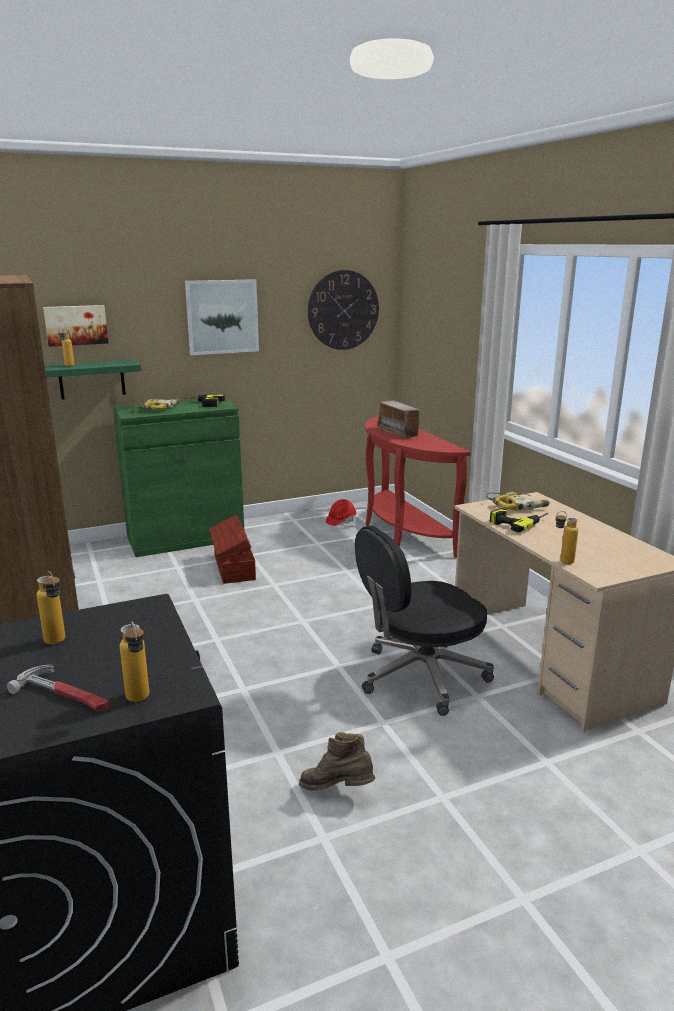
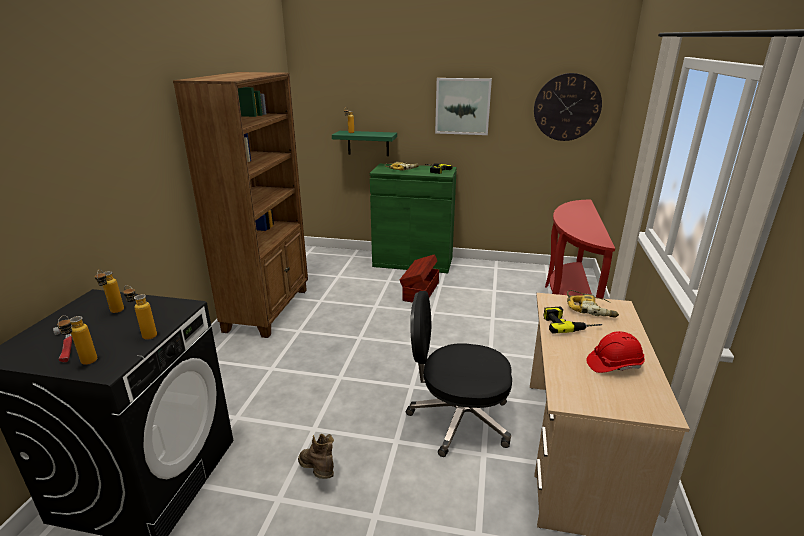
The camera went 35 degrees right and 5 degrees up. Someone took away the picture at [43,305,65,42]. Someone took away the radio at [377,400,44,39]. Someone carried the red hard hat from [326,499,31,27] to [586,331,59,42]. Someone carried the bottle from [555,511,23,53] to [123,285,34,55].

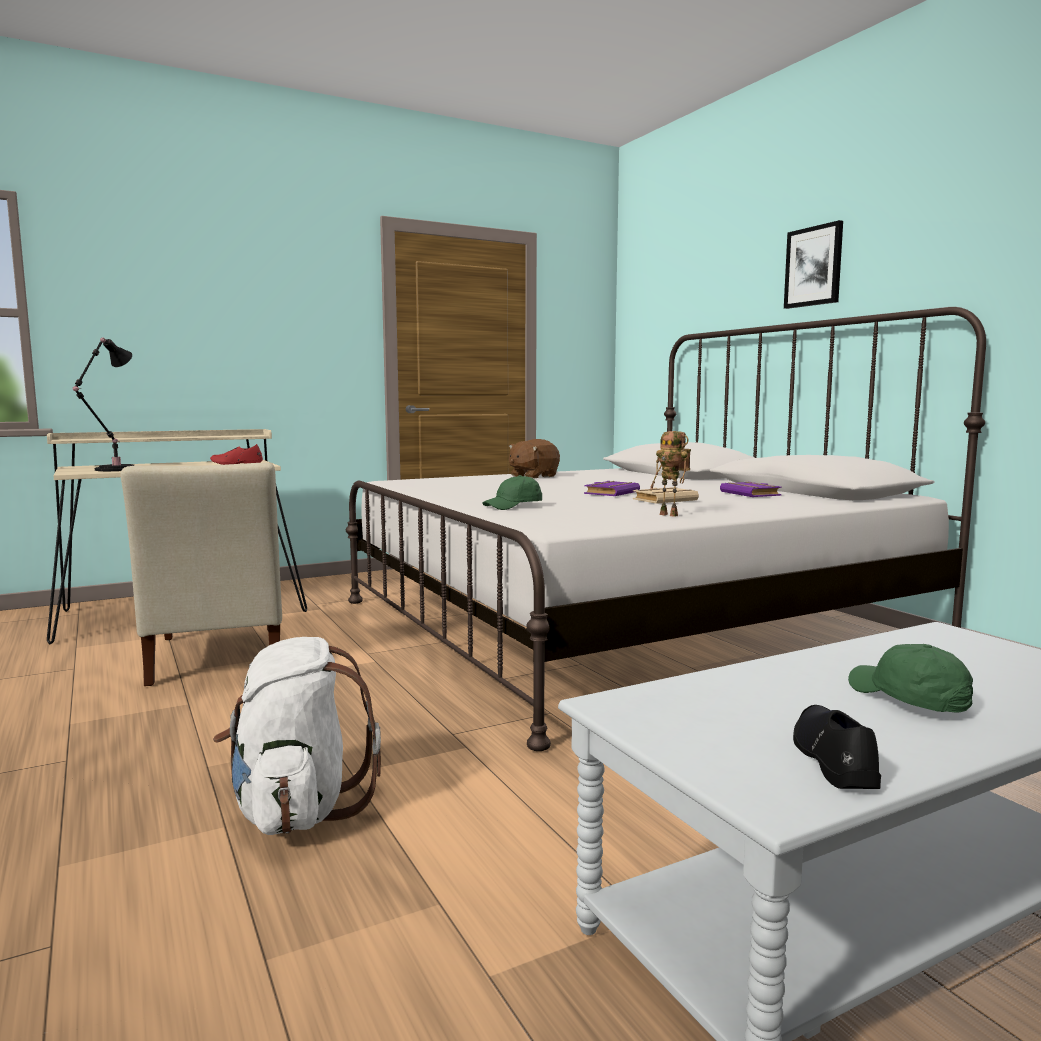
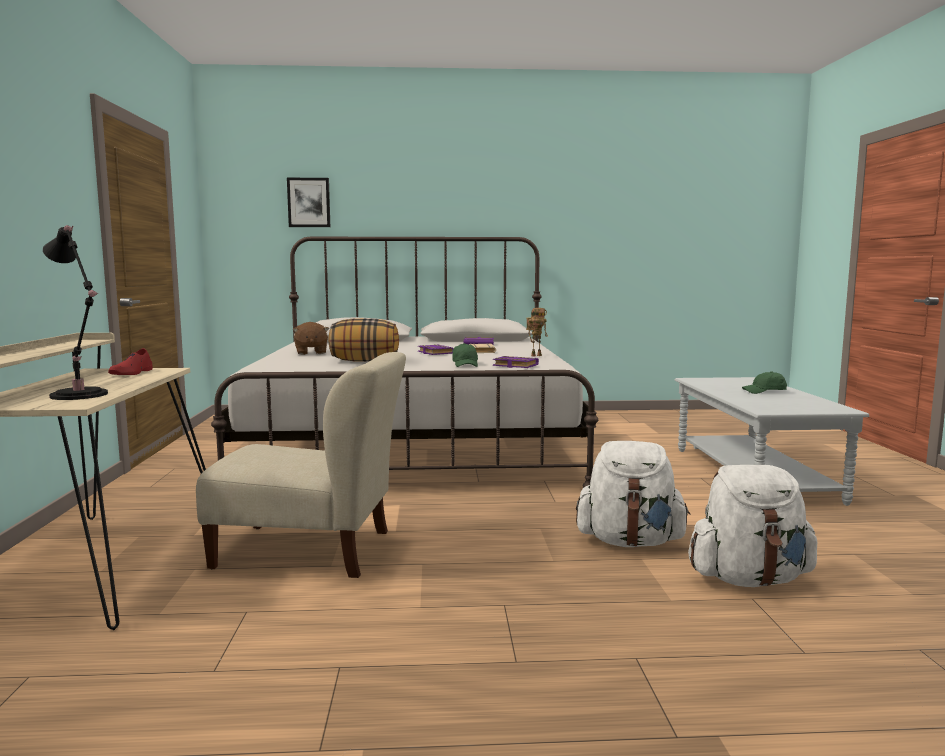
The camera went 65 degrees left and 0 degrees up. Someone took away the black shoe at [793,705,88,84]. Someone put down the pillow at [328,318,71,44]. Someone put down the purple book at [493,356,46,12]. Someone put down the white backpack at [688,465,129,122]. Someone carried the picture from [784,220,59,89] to [287,178,43,49].

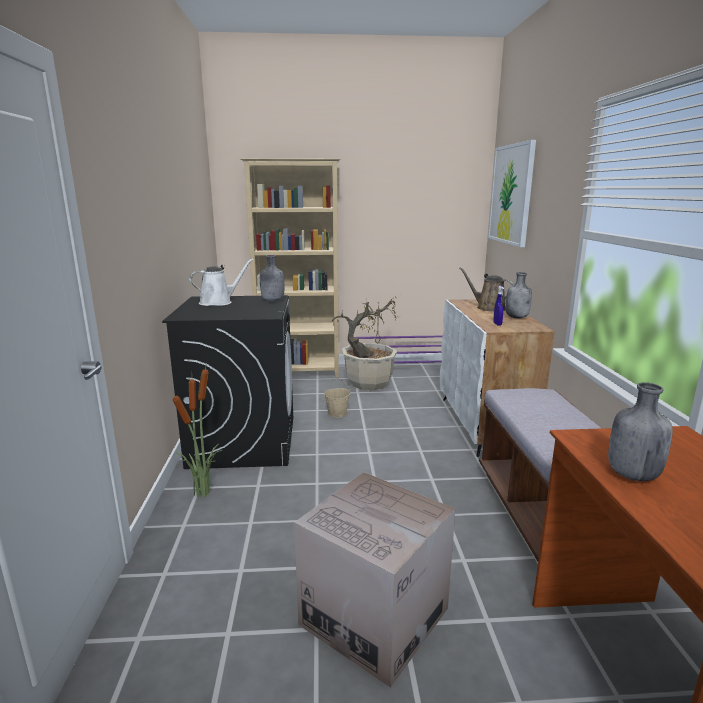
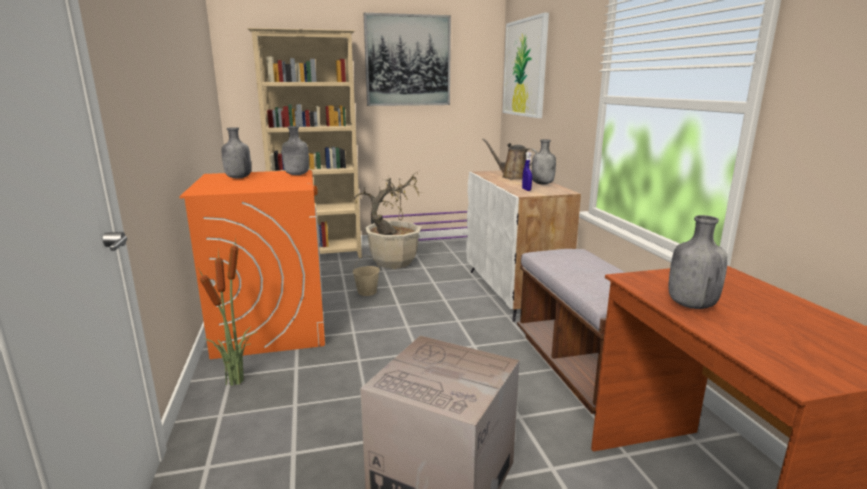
The camera went 10 degrees left and 0 degrees up. Someone put up the picture at [364,13,87,93]. Someone swapped the white watering can at [189,259,65,47] for the grey bottle at [222,127,29,51]. Someone repainted the black washing machine at [162,295,131,174], which became the orange washing machine at [179,170,146,189].

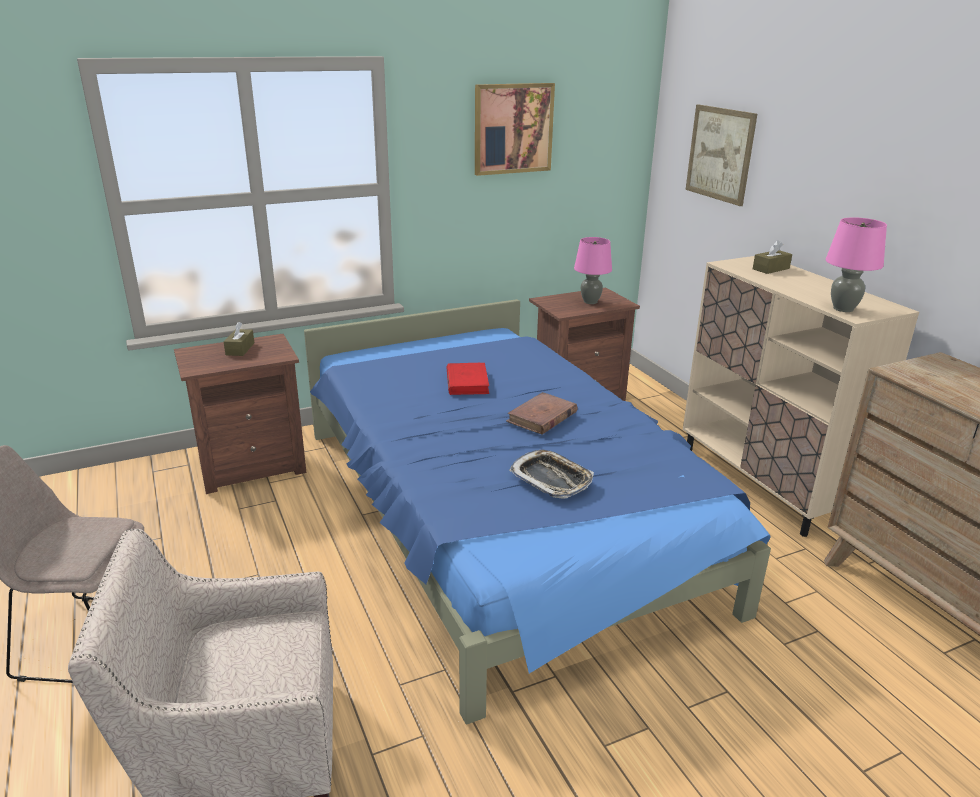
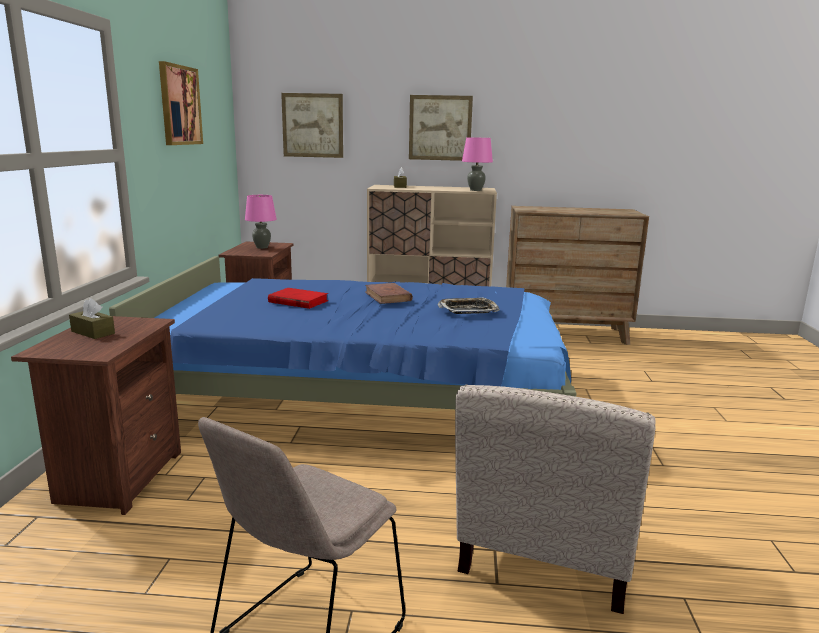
The camera went 60 degrees left and 10 degrees down. Someone put up the picture at [409,95,64,66].

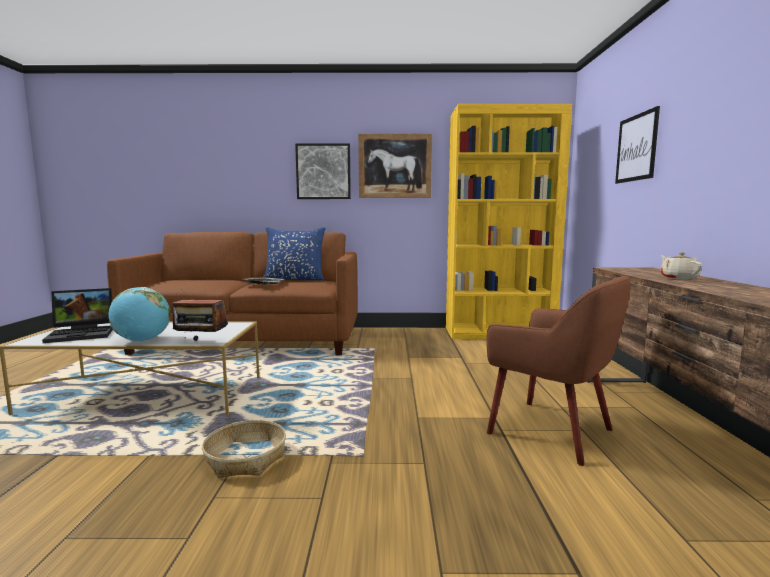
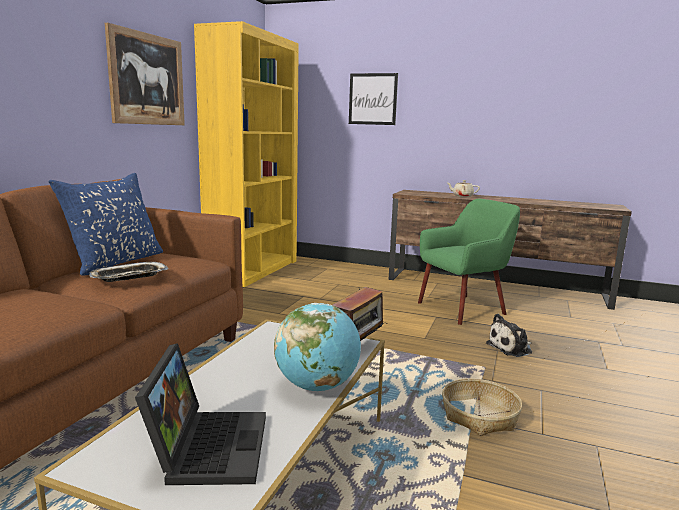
The camera went 70 degrees left and 5 degrees up. Someone took away the picture at [295,143,56,56]. Someone put down the plush toy at [486,314,46,43]. Someone repainted the brown armchair at [486,276,145,190], which became the green armchair at [418,199,102,126].

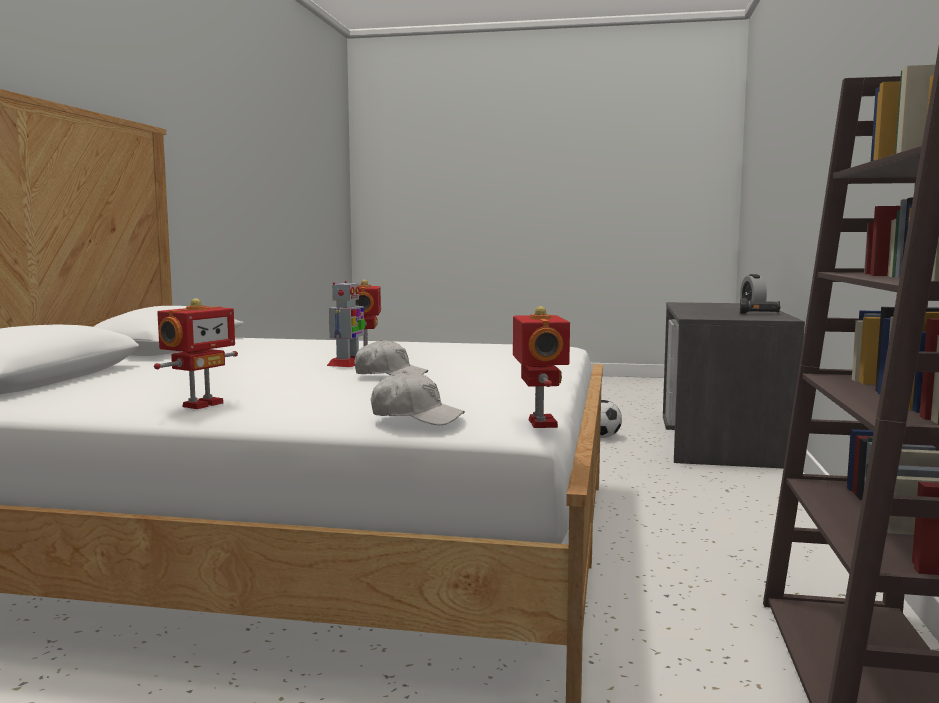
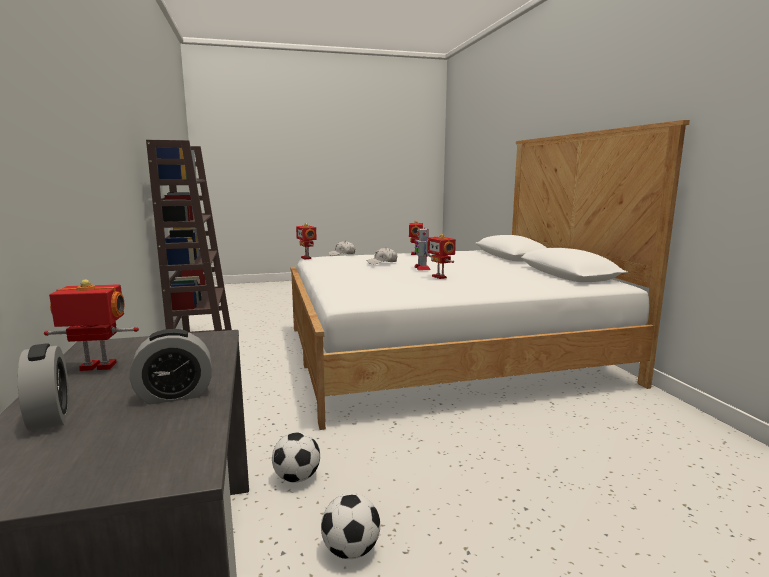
The camera went 155 degrees right and 5 degrees up. Someone put down the alarm clock at [130,329,82,75]. Someone put down the football at [272,432,48,51]. Someone swapped the black flashlight at [740,298,41,16] for the toy robot at [44,280,95,91].

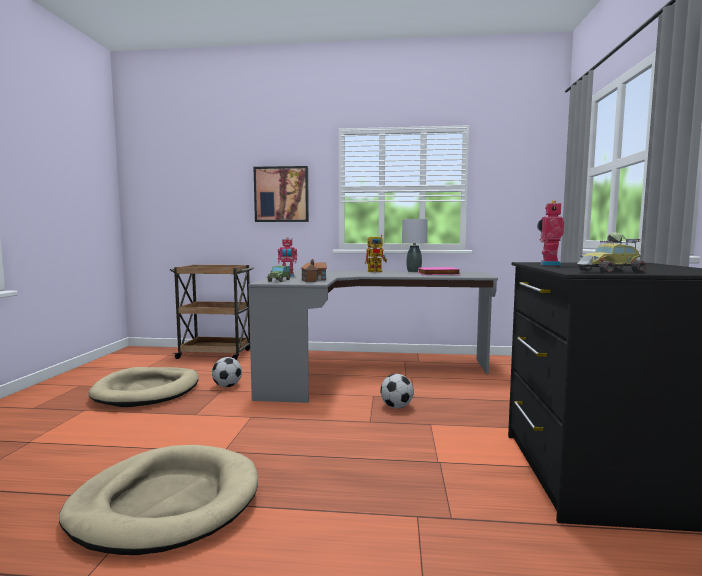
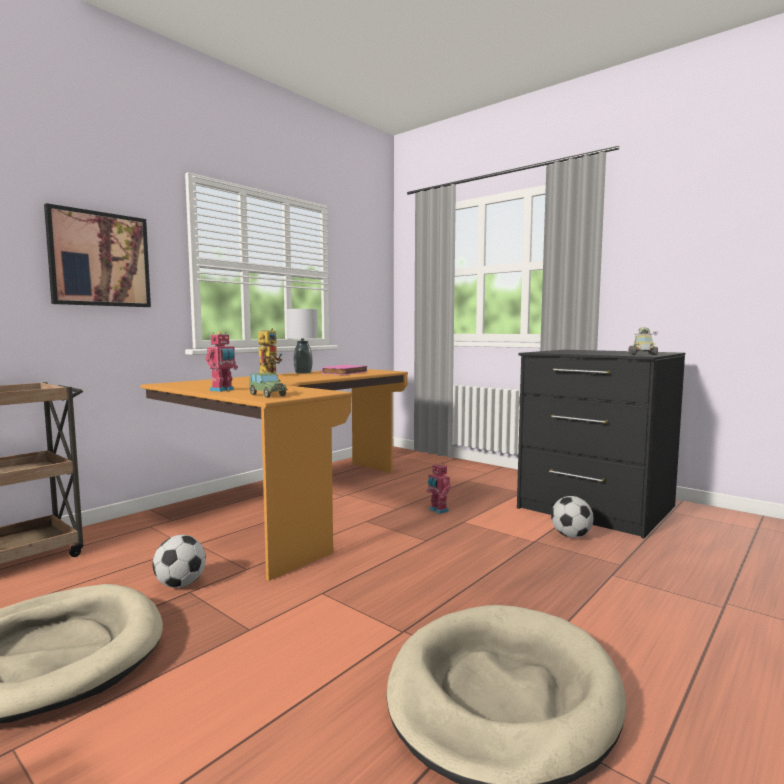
The camera went 55 degrees left and 0 degrees up. Someone took away the toy house at [301,259,26,23]. Someone carried the football from [381,374,33,35] to [551,496,43,42]. Someone carried the toy robot from [537,200,27,66] to [426,463,25,51]. Someone repainted the grey desk at [248,270,250,133], which became the orange desk at [140,369,268,212].

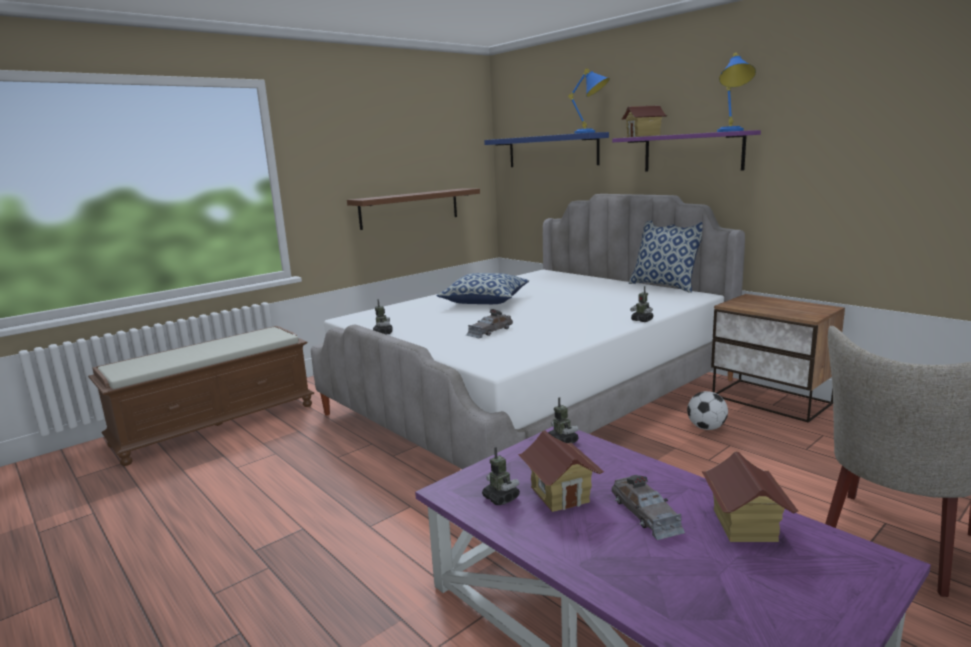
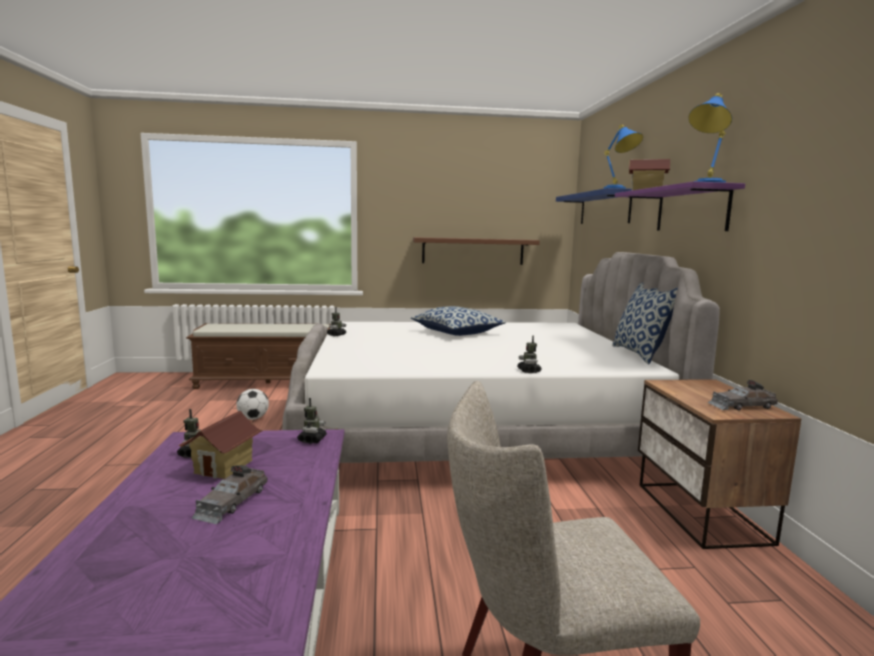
The camera went 35 degrees right and 5 degrees down. Someone took away the toy house at [701,451,97,91]. Someone carried the grey toy car from [466,309,47,29] to [708,380,70,30]. Someone carried the football from [687,391,41,39] to [236,389,33,31].

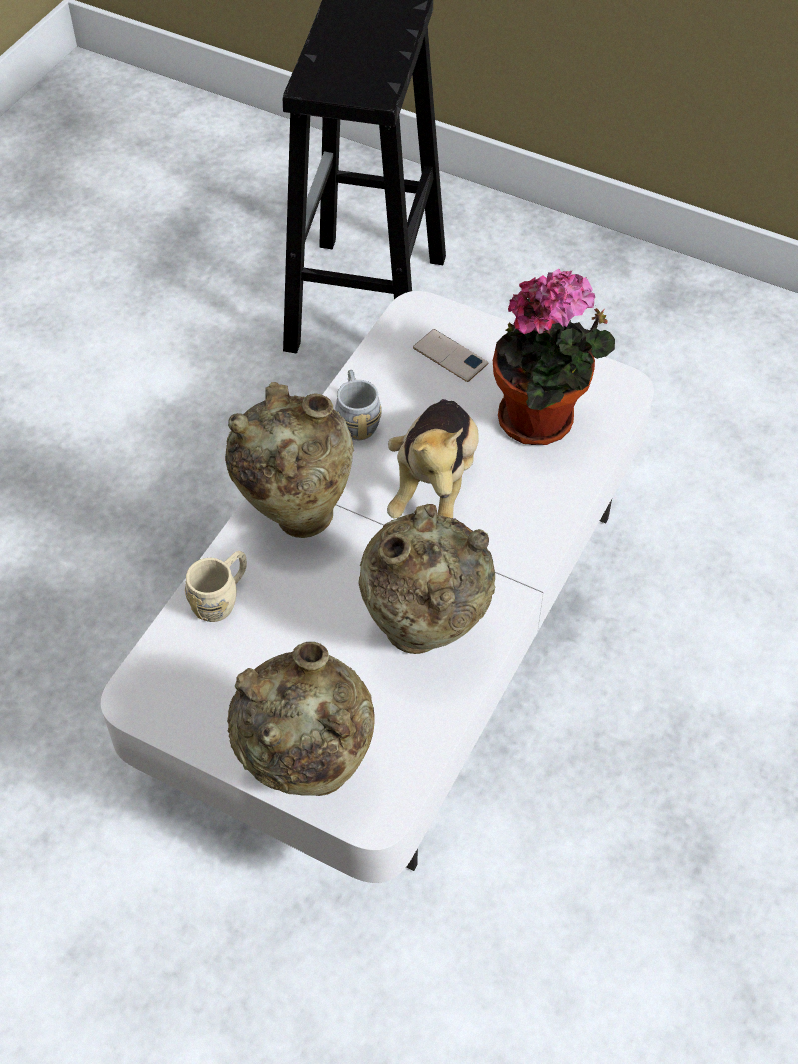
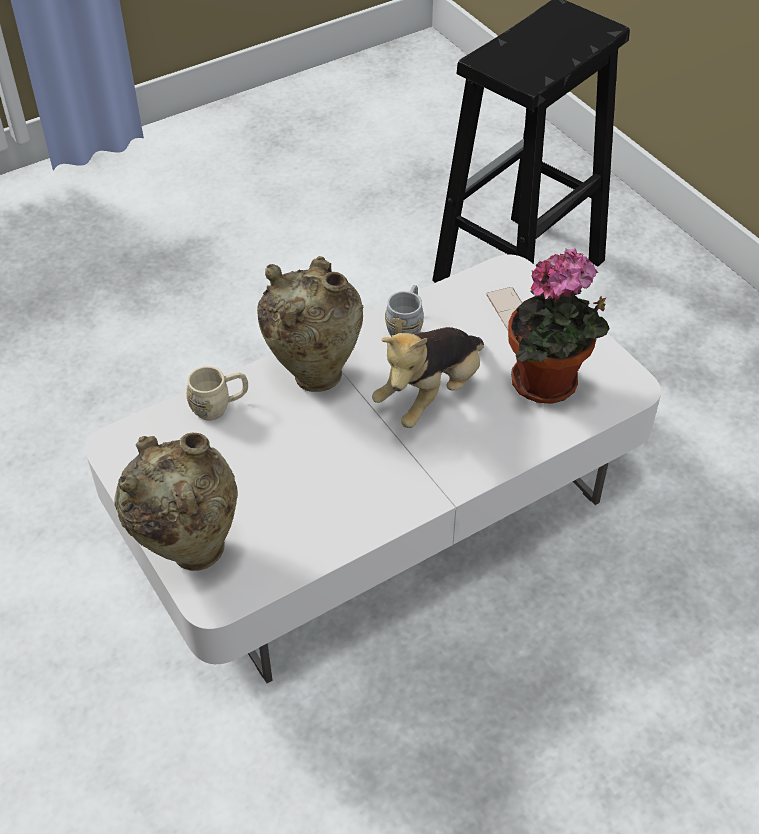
The camera went 30 degrees right and 5 degrees down. Someone took away the beige vase at [358,504,138,150].

